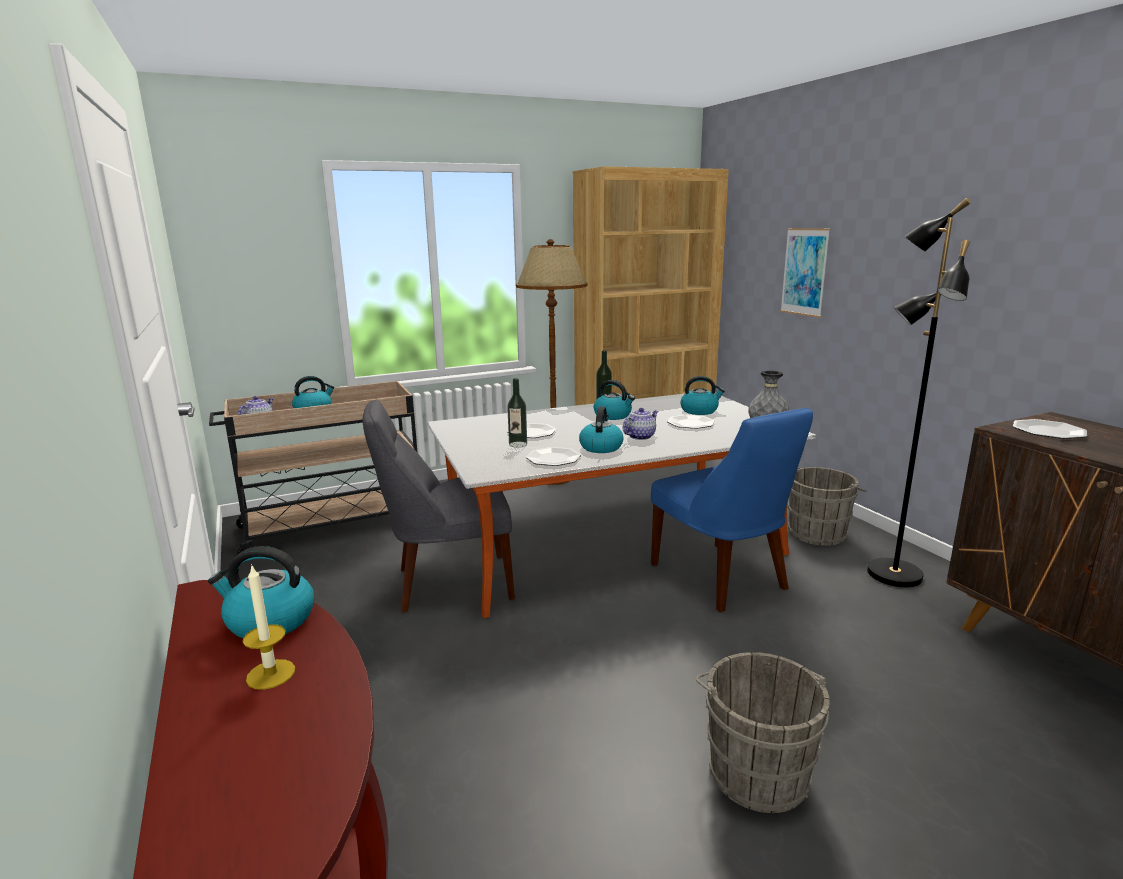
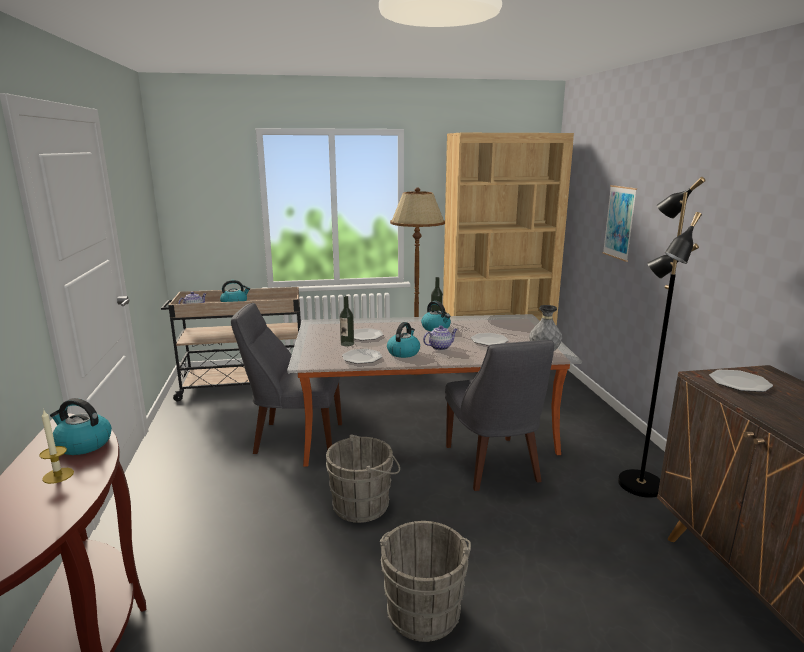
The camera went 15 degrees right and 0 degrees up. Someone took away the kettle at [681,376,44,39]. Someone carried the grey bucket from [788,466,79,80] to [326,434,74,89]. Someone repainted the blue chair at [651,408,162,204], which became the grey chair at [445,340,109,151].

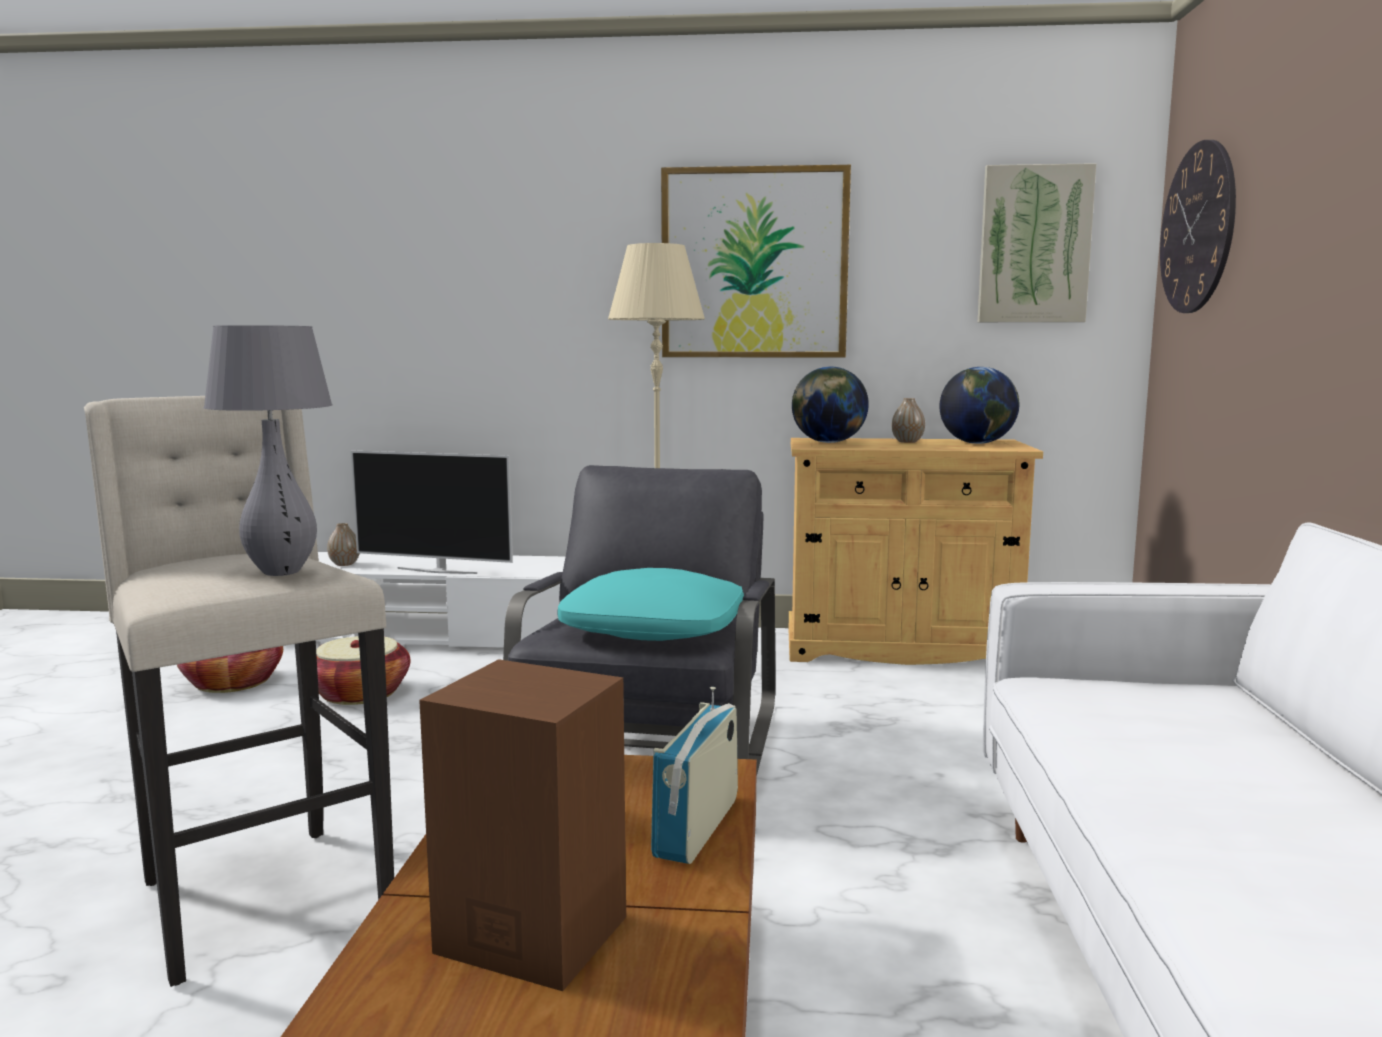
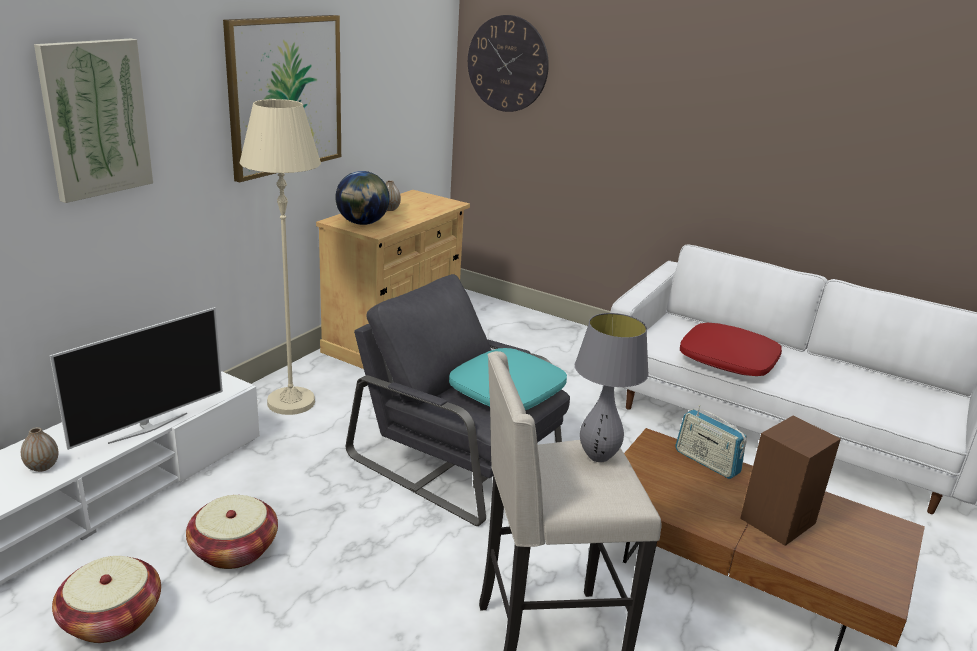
The camera went 65 degrees left and 15 degrees up. Someone took away the globe at [939,367,80,77]. Someone put down the red pillow at [680,323,102,53]. Someone carried the picture from [978,163,118,159] to [34,38,119,165].

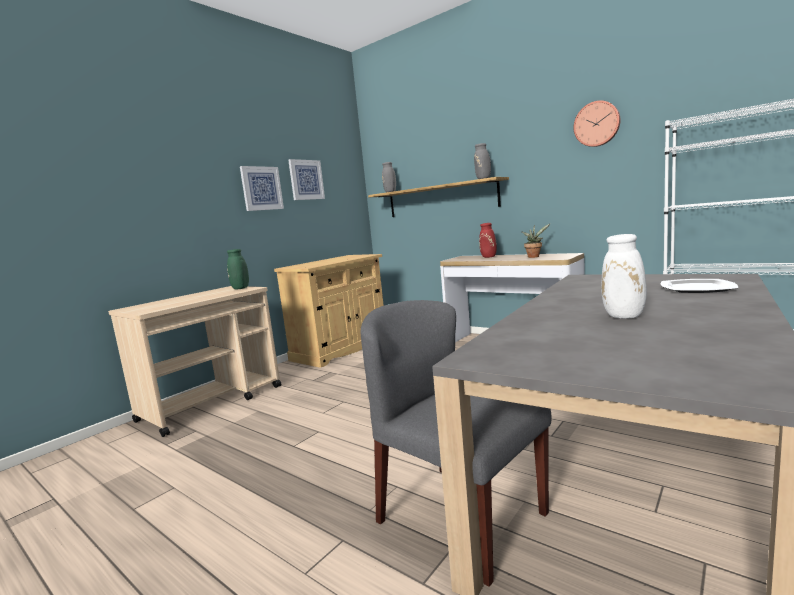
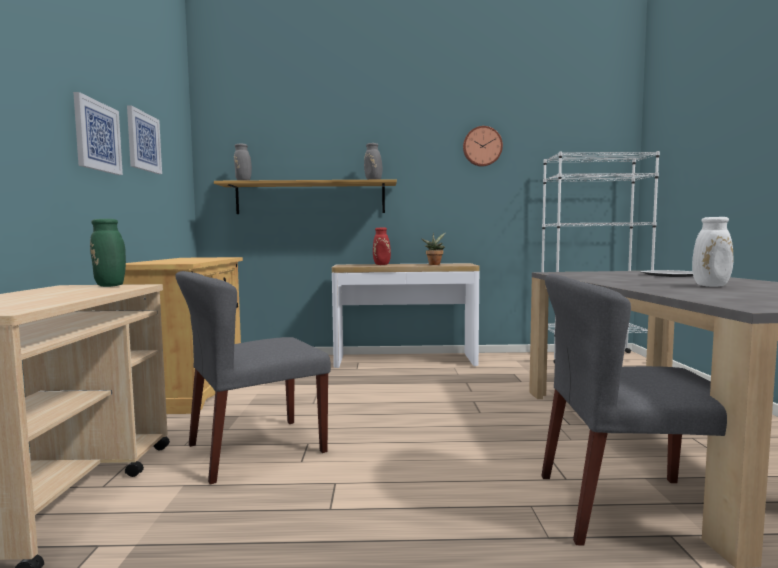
The camera went 40 degrees left and 5 degrees down. Someone put down the grey chair at [175,271,156,213].

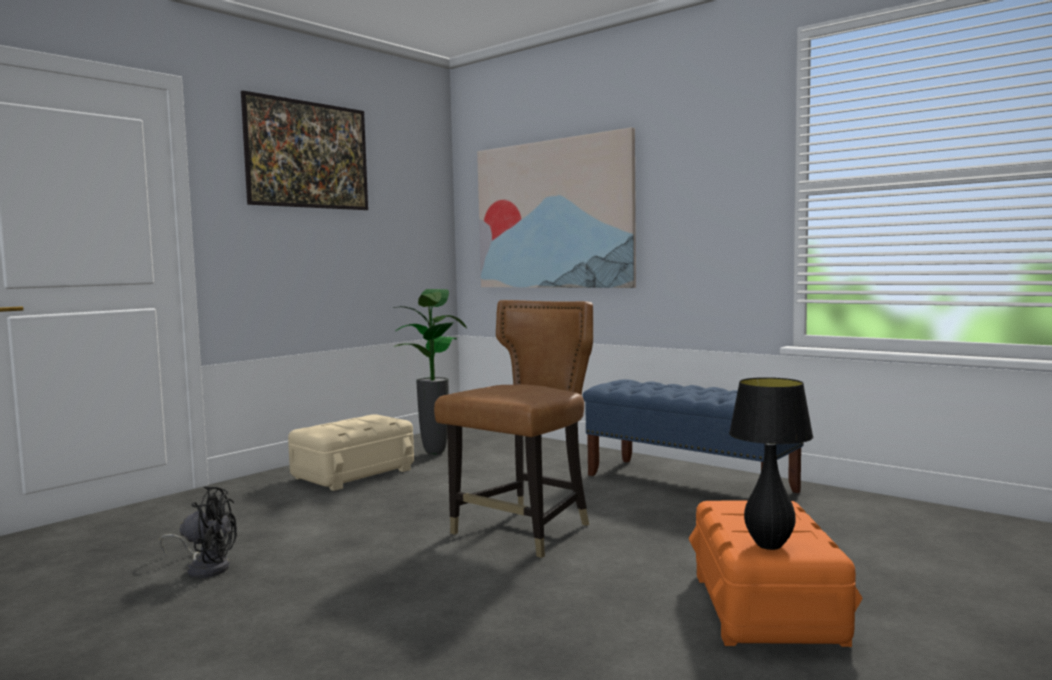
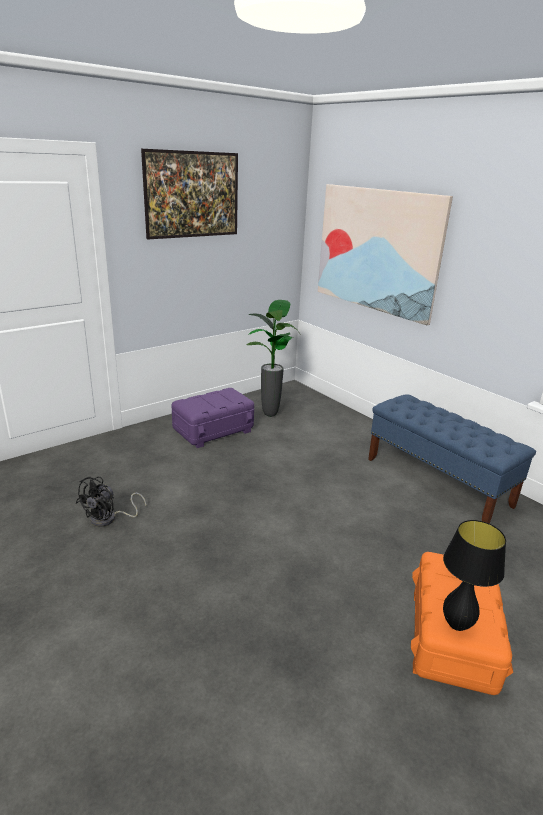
The camera went 10 degrees right and 20 degrees up. Someone took away the brown chair at [434,300,159,258]. Someone repainted the beige storage box at [288,414,126,77], which became the purple storage box at [172,388,82,60]. Someone rotated the black fan at [159,486,78,92] by 105 degrees clockwise.

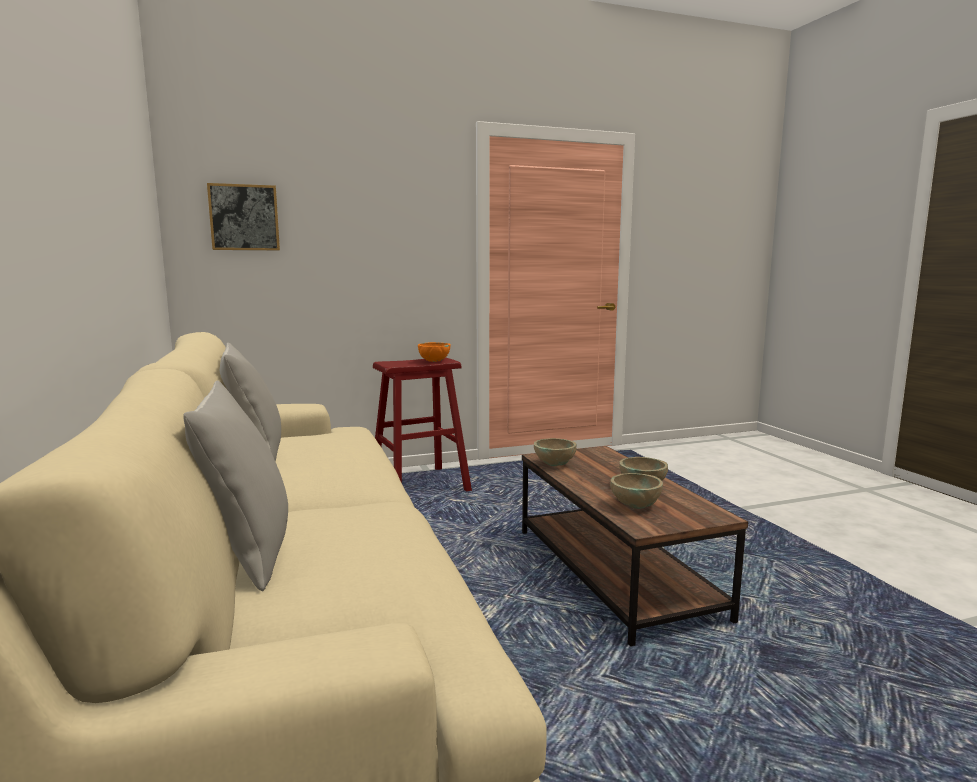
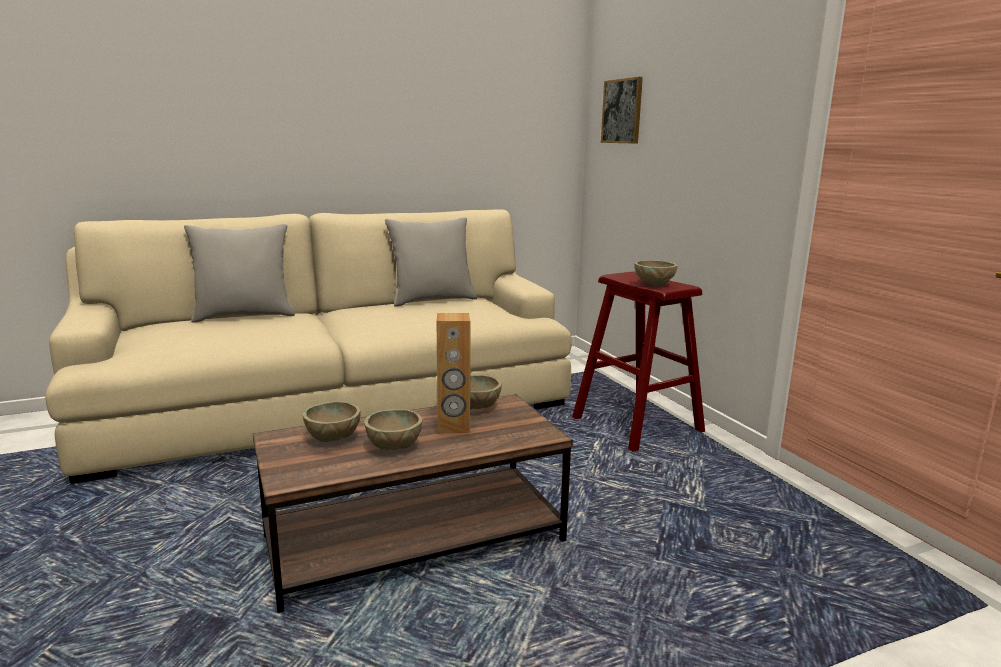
The camera went 85 degrees right and 5 degrees up. Someone put down the brown speaker at [436,313,35,121]. Someone repainted the orange bowl at [418,342,32,20], which became the beige bowl at [634,260,43,26].

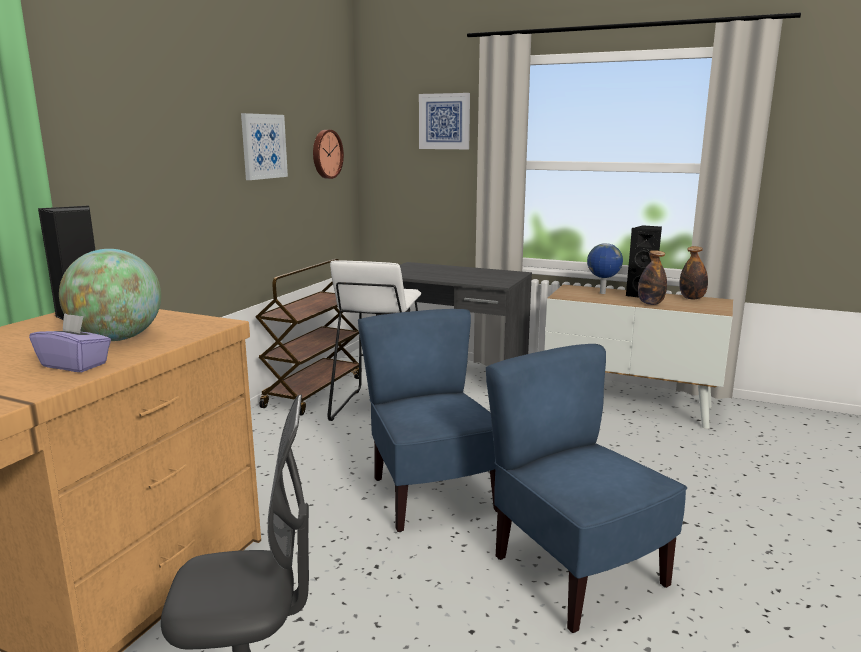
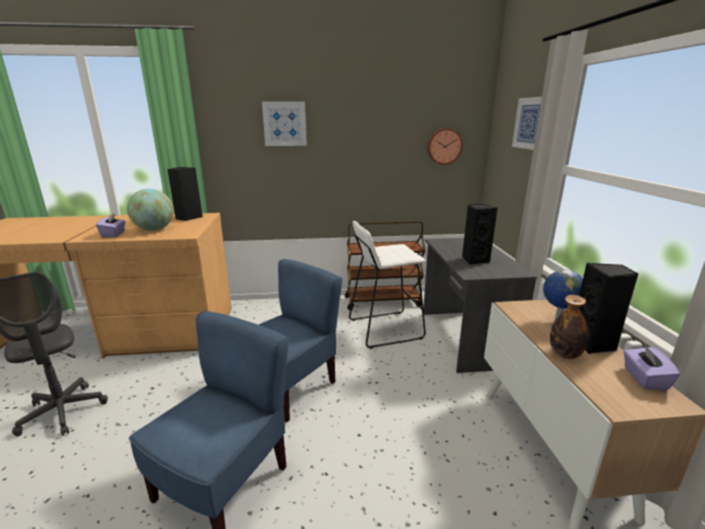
The camera went 60 degrees right and 5 degrees up. Someone put down the black speaker at [462,204,36,61]. Someone carried the picture from [241,113,47,67] to [262,101,45,45]. Someone swapped the bottle at [679,246,29,54] for the purple tissue box at [624,343,56,48].

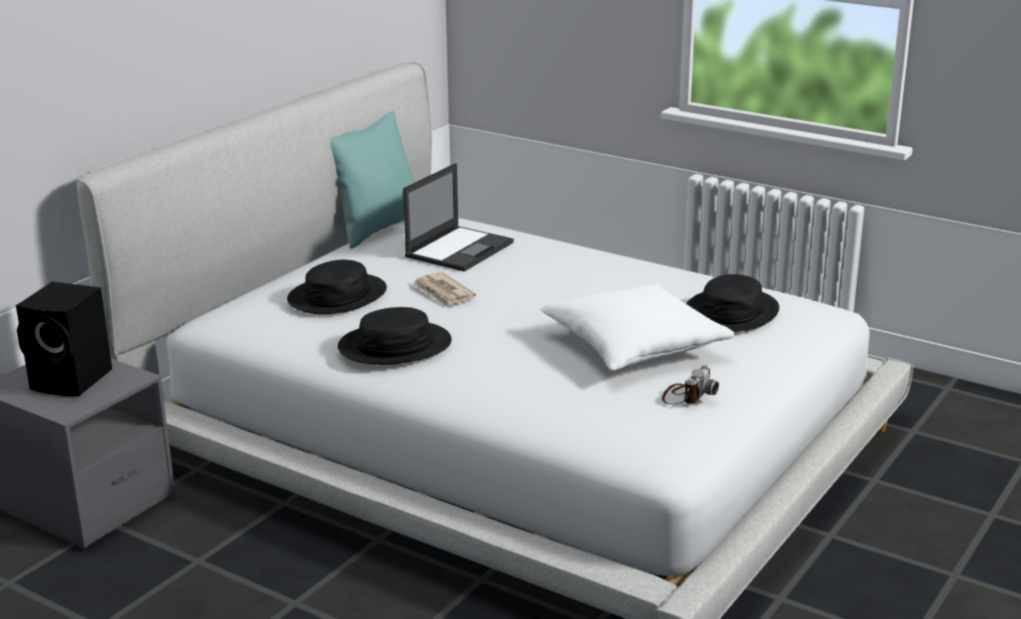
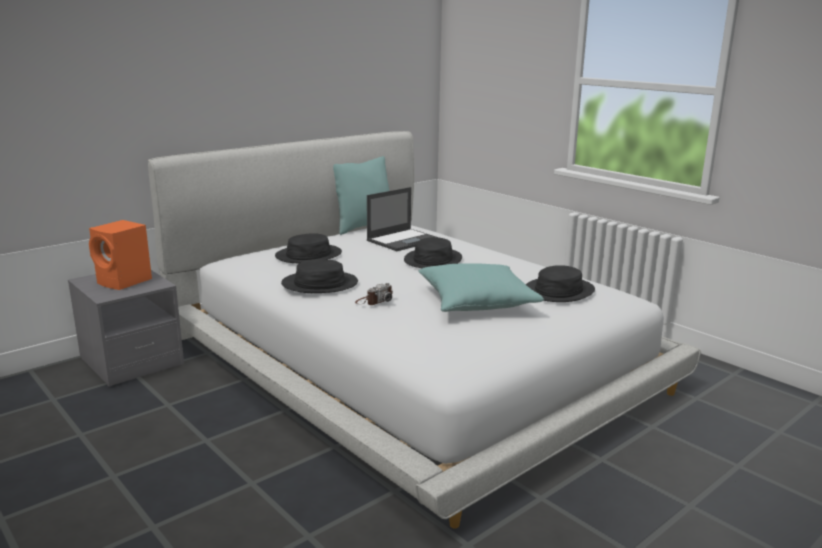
The camera went 15 degrees right and 5 degrees down. Someone took away the newspaper at [413,272,63,36]. Someone put down the black hat at [404,237,58,31]. Someone carried the photo camera from [662,365,57,40] to [355,283,38,22]. Someone repainted the black speaker at [16,282,96,114], which became the orange speaker at [89,220,63,70]. Someone repainted the white pillow at [540,284,195,87], which became the turquoise pillow at [418,263,126,49].

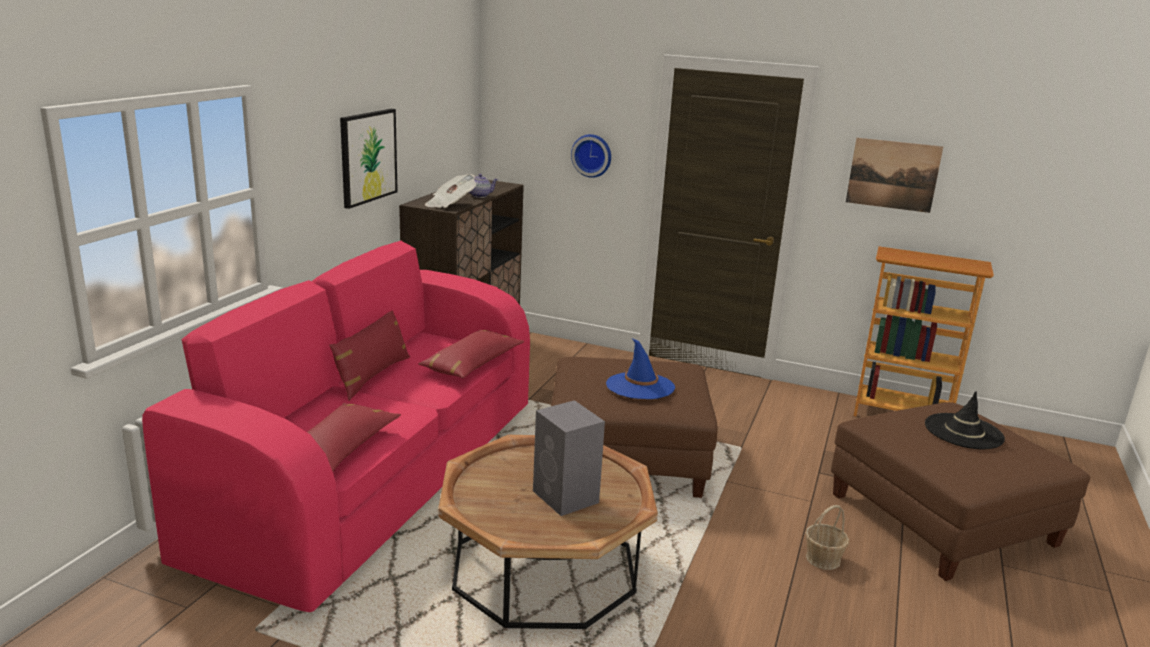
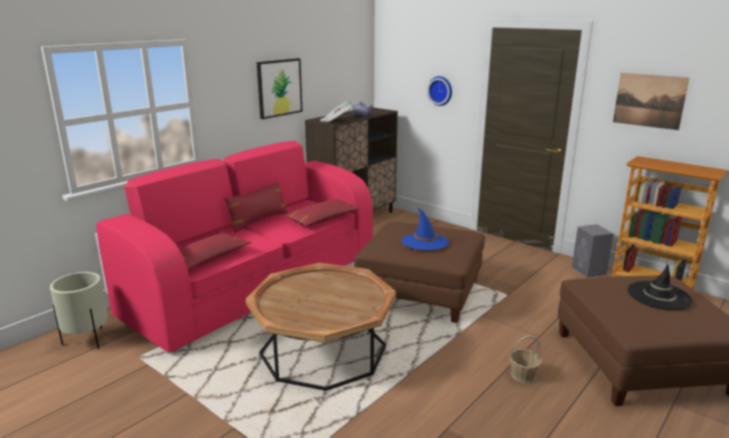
The camera went 20 degrees right and 0 degrees up. Someone put down the beige planter at [50,272,58,78]. Someone carried the grey speaker from [533,400,72,116] to [572,224,42,54].

